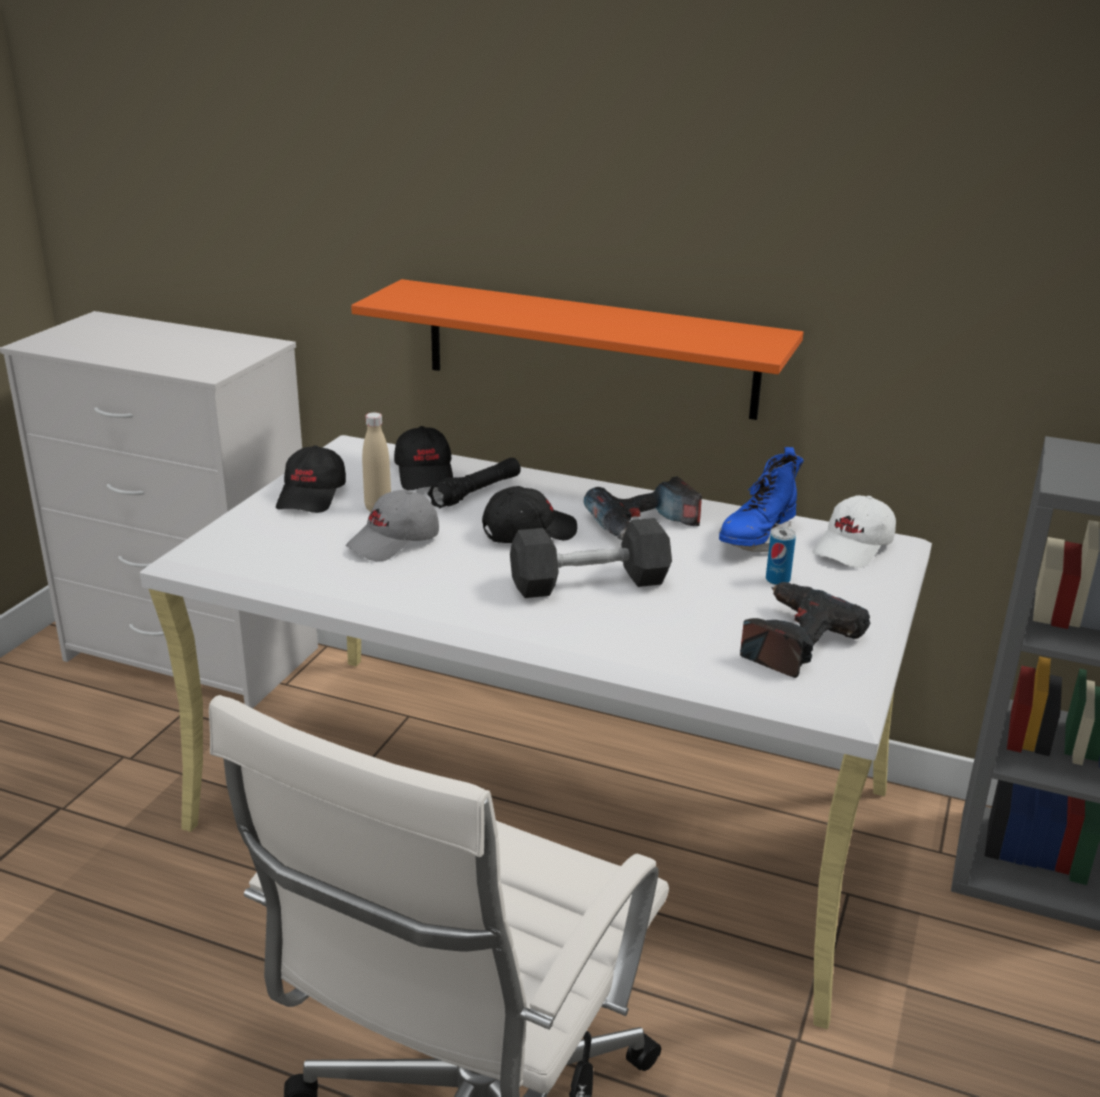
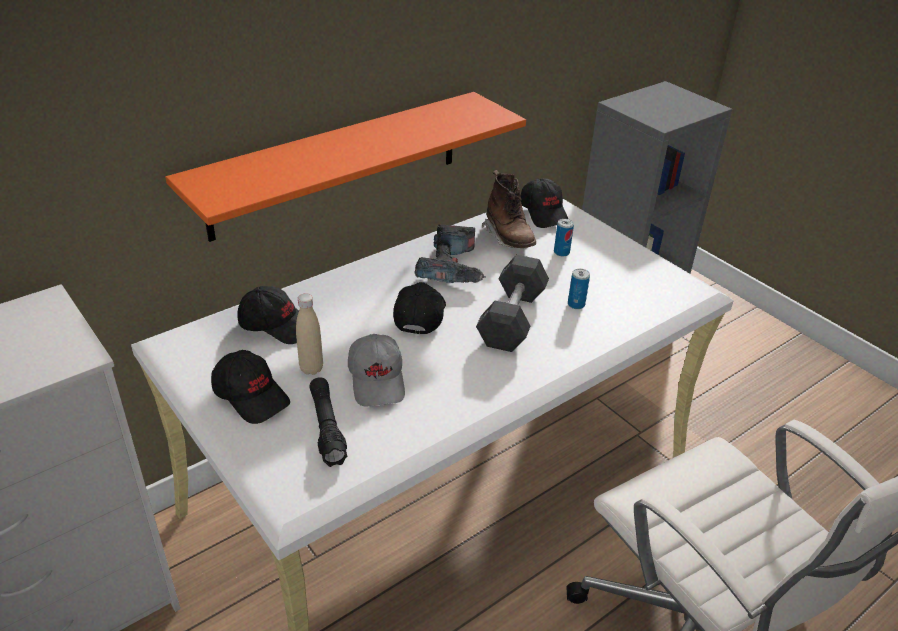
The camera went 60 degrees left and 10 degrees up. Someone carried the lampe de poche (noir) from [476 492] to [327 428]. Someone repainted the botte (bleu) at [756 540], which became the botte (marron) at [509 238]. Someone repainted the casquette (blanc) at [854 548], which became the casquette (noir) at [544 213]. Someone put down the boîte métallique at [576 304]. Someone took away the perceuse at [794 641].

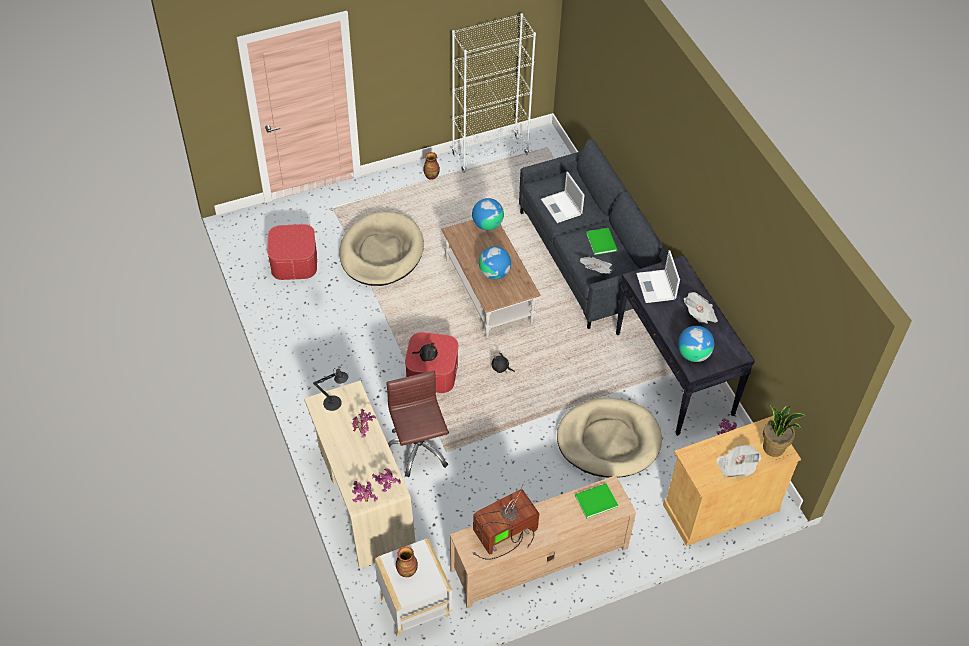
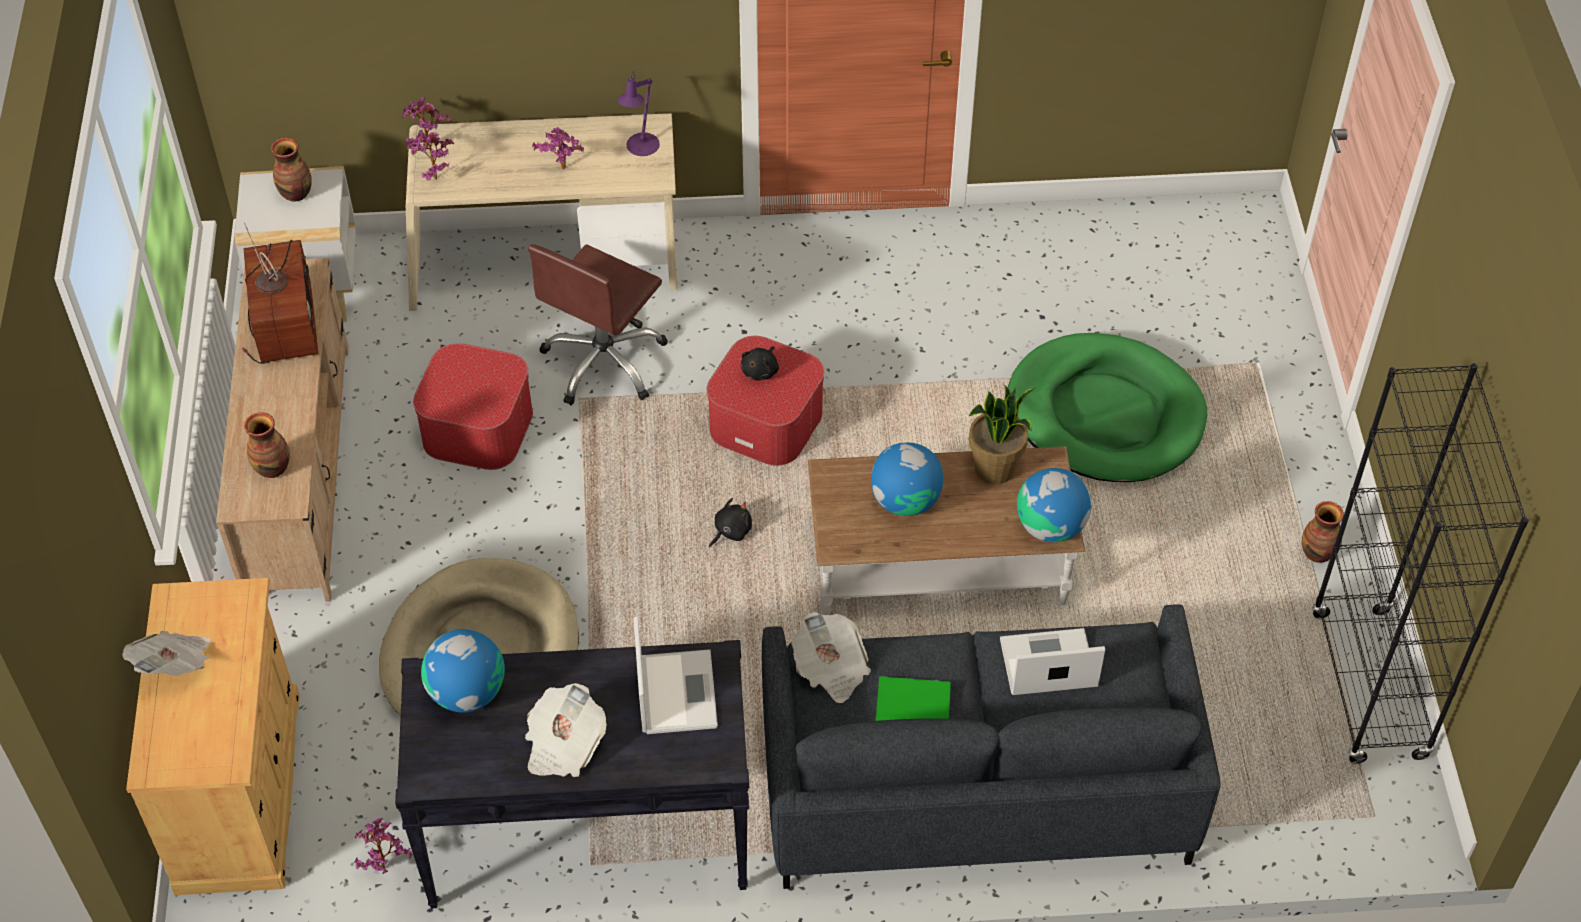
The camera went 110 degrees right and 0 degrees up. Someone swapped the livre (vert) at [594 501] for the vase at [273 468]. Someone carried the pouf from [294 262] to [477 427]. Someone rotated the chaise de bureau (marron) at [418 448] by 120 degrees clockwise. Someone repainted the lampe de table (noir) at [335 403], which became the lampe de table (violet) at [641 148]. Someone rotated the ordinateur portable at [656 287] by 75 degrees clockwise. Someone carried the plante en pot from [773 447] to [995 469]. Someone repainted the panier pour chien (beige) at [381 252], which became the panier pour chien (vert) at [1105 414]. Someone repainted the bibliothèque (blanc) at [490 154], which became the bibliothèque (noir) at [1368 686].

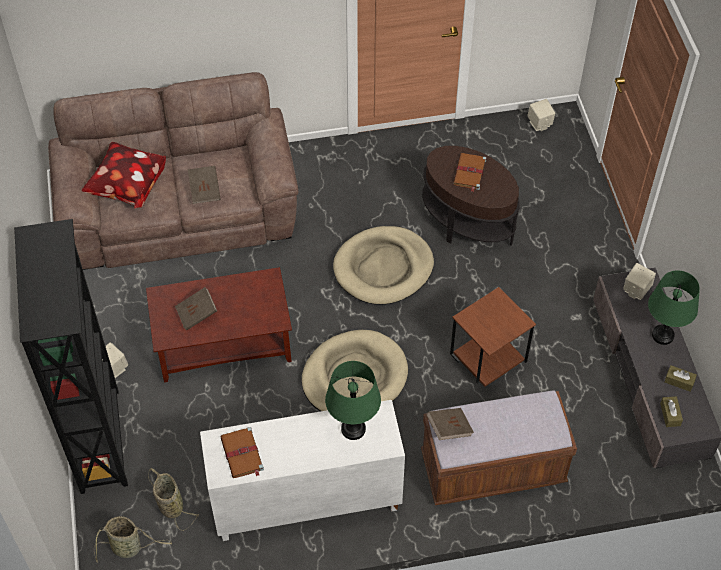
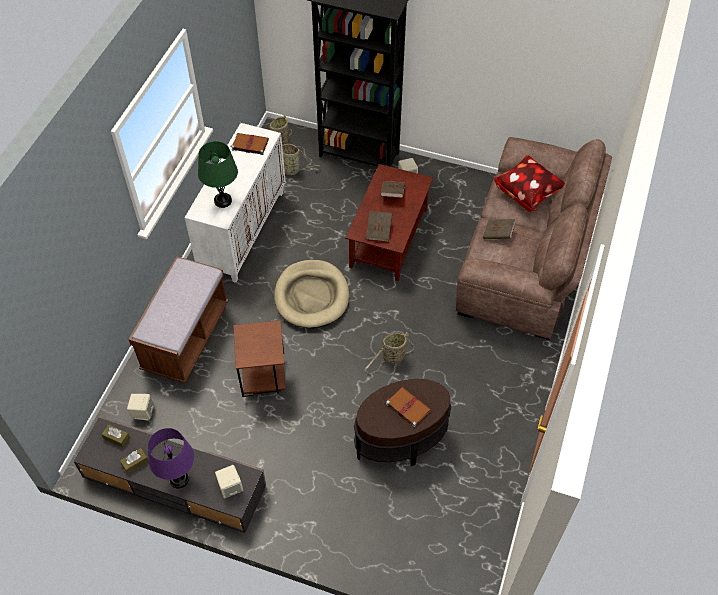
The camera went 120 degrees right and 0 degrees up. Someone carried the enceinte (beige) from [539 124] to [143 412]. Someone repainted the lampe de table (vert) at [662 335], which became the lampe de table (violet) at [179 479]. Someone swapped the panier pour chien (beige) at [383 268] for the panier at [392 358]. Someone carried the livre (marron) from [449 428] to [379 231].

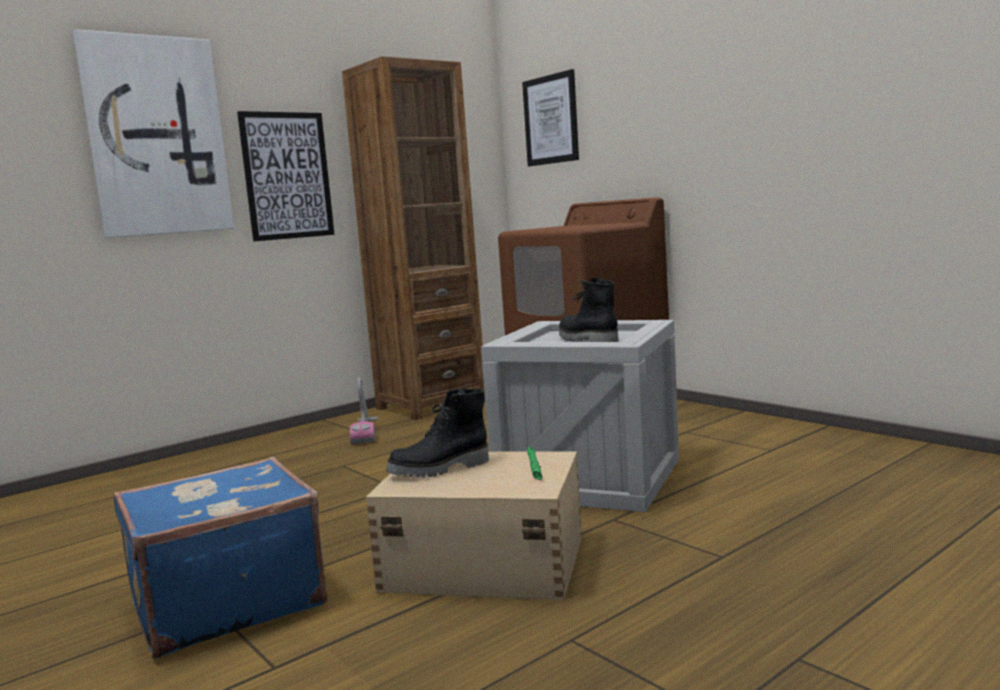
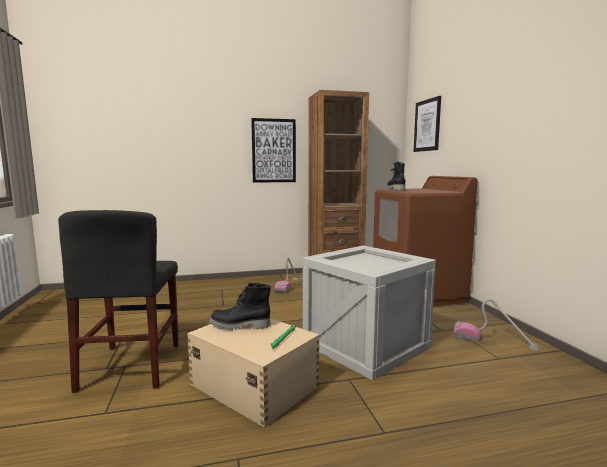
The camera went 25 degrees right and 0 degrees up. Someone swapped the valise (bleu) at [225 602] for the chaise (noir) at [132 366]. Someone carried the botte (noir) from [586 340] to [395 189]. Someone put down the aspirateur at [494 341]. Someone took away the tableau at [157 136].

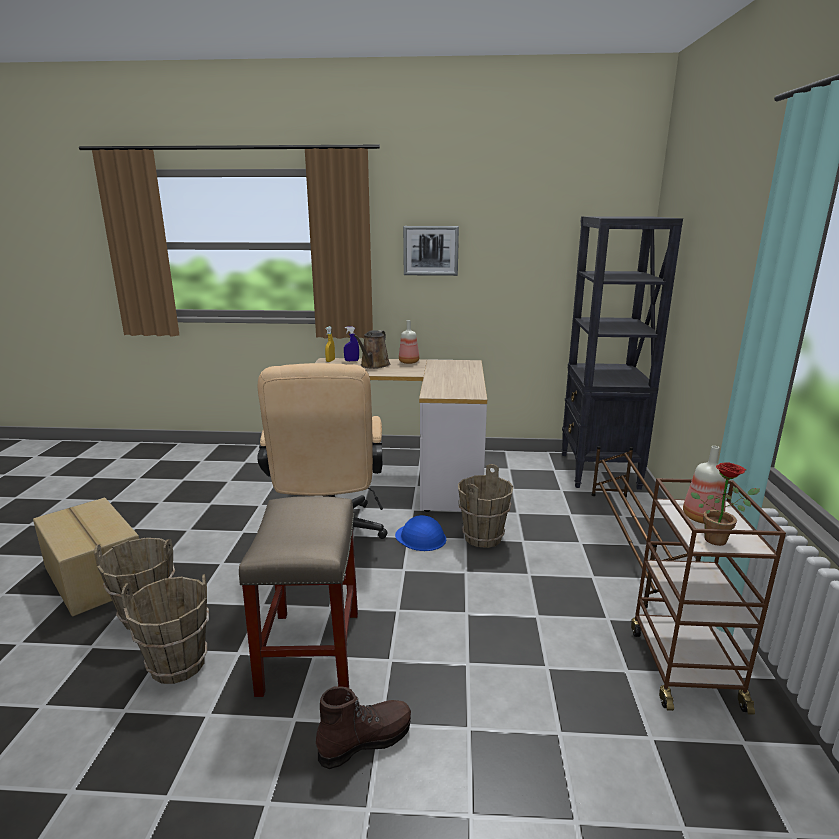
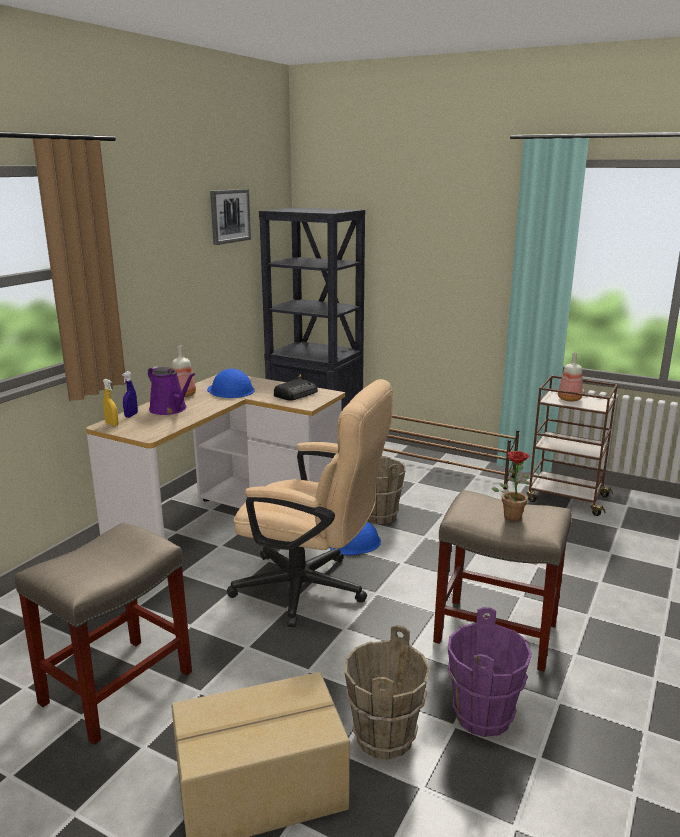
The camera went 65 degrees left and 0 degrees up. Someone put down the tabouret (beige) at [118 686]. Someone repainted the arrosoir (marron) at [373 365], which became the arrosoir (violet) at [170 409]. Someone put down the casque de chantier (bleu) at [231 390]. Someone carried the tableau from [430 250] to [229 216]. Someone put down the radio at [296 394]. Someone repainted the seau (marron) at [178 665], which became the seau (violet) at [483 716]. Someone carried the plante en pot from [718 539] to [511 515]. Someone took away the botte (marron) at [365 740].

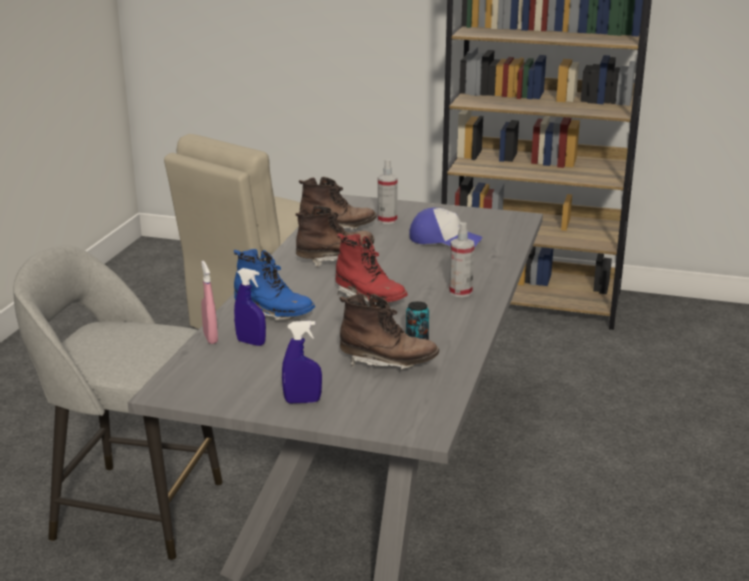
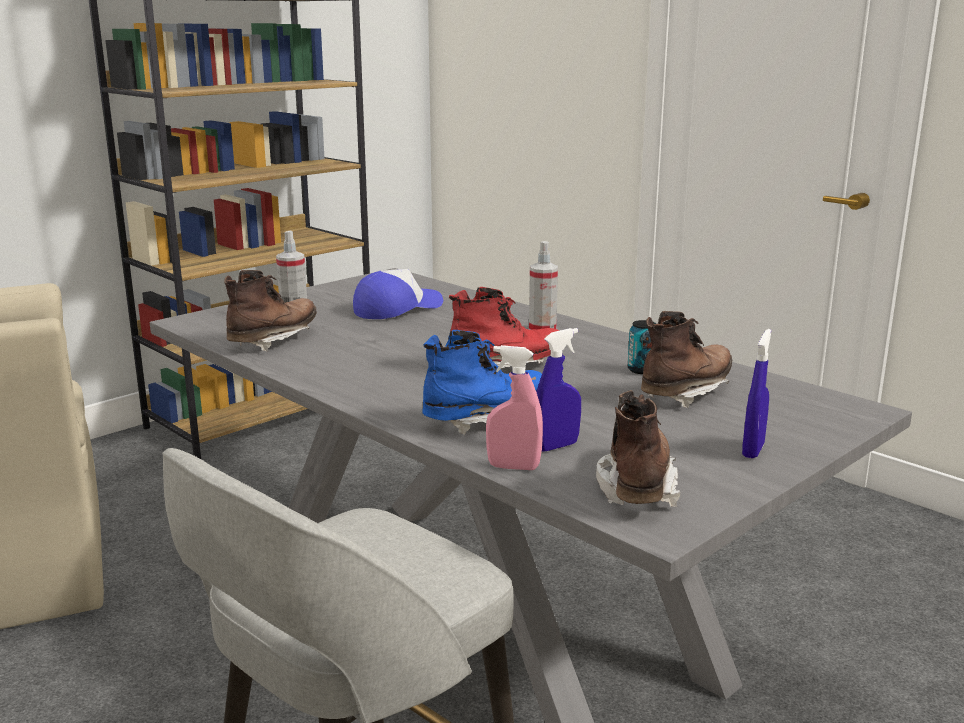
The camera went 60 degrees left and 5 degrees down. Someone carried the botte (marron) from [335 258] to [637 485].

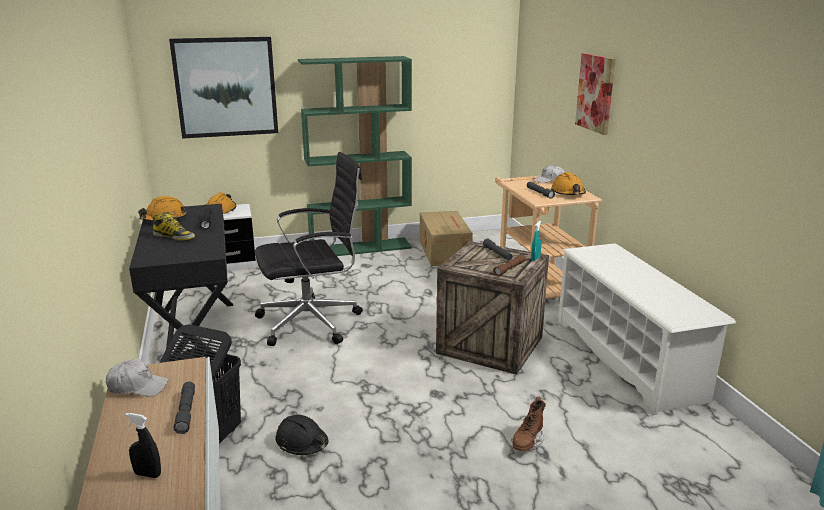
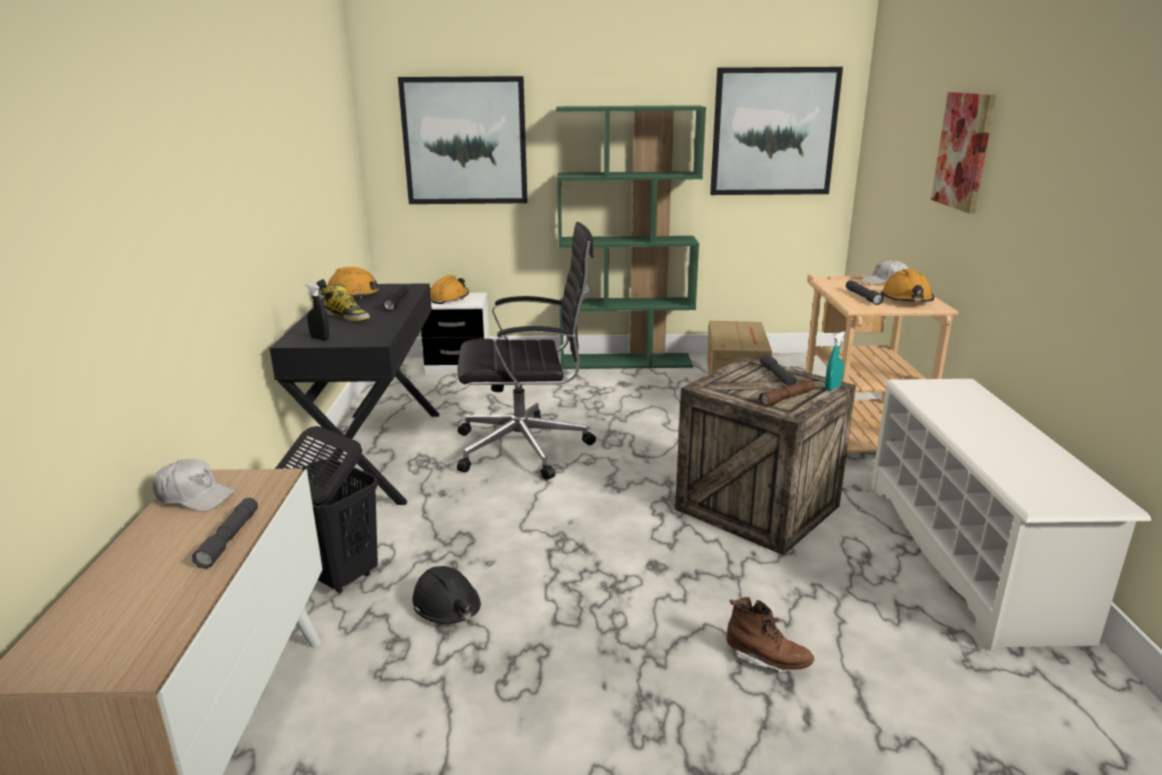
The camera went 15 degrees right and 0 degrees up. Someone carried the vaporisateur (noir) from [147 474] to [320 338]. Someone put up the tableau at [773 132]. Someone rotated the botte (marron) at [527 442] by 105 degrees counterclockwise.

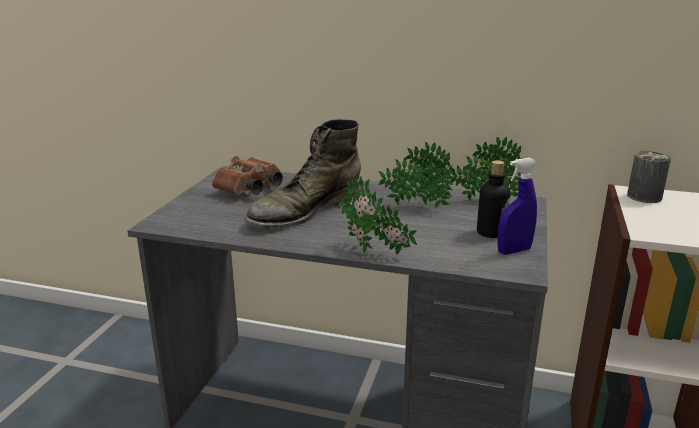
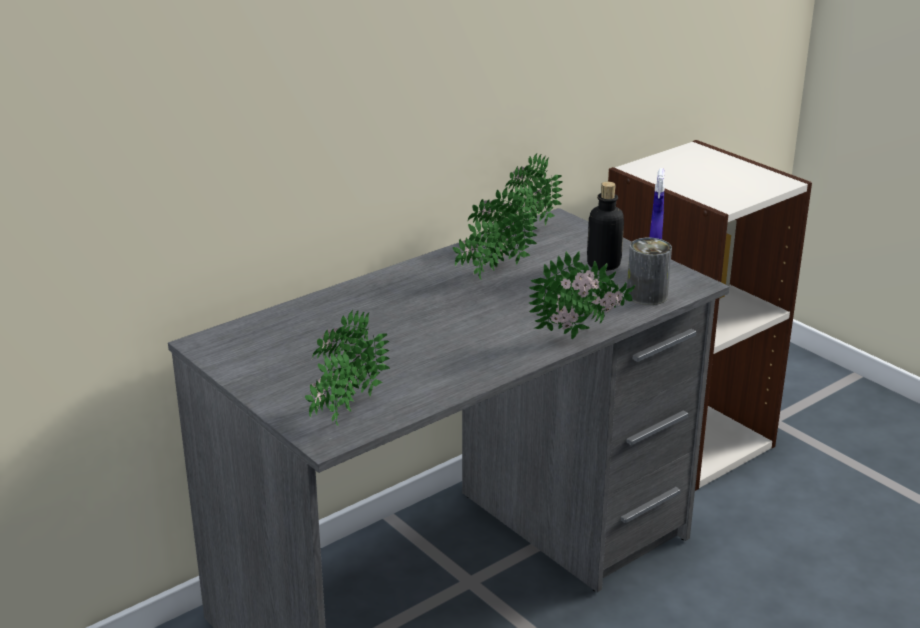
The camera went 55 degrees left and 5 degrees up. Someone put down the plante en pot at [344 412]. Someone carried the boîte métallique from [644 197] to [647 295]. Someone took away the jumelles (marron) at [249 190]. Someone took away the botte (vert) at [305 210].

